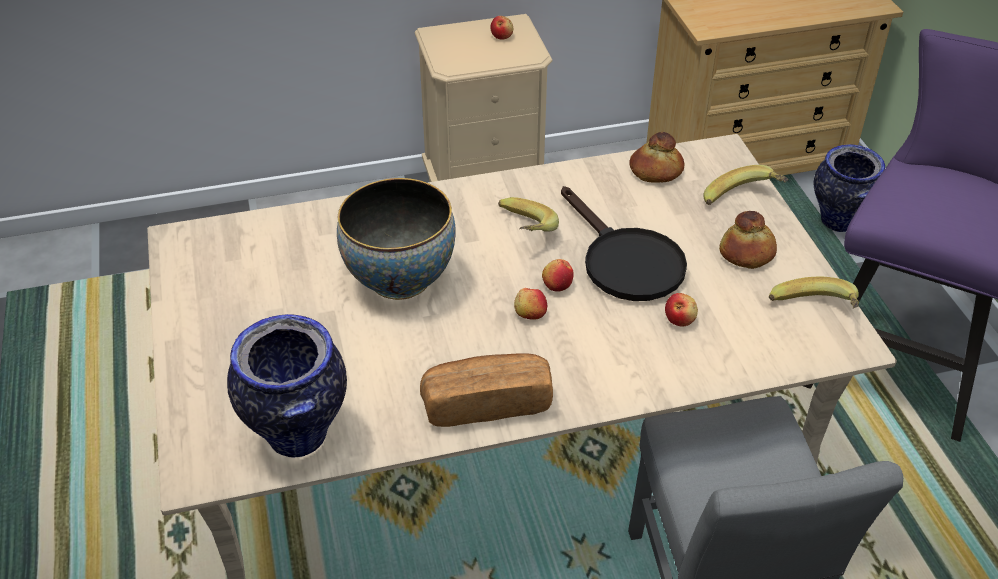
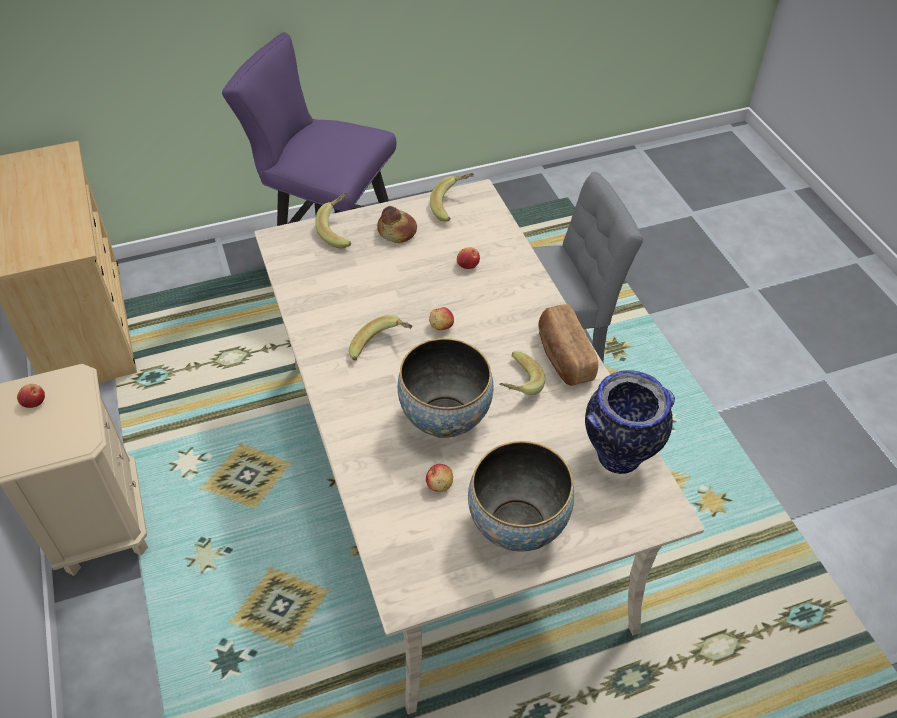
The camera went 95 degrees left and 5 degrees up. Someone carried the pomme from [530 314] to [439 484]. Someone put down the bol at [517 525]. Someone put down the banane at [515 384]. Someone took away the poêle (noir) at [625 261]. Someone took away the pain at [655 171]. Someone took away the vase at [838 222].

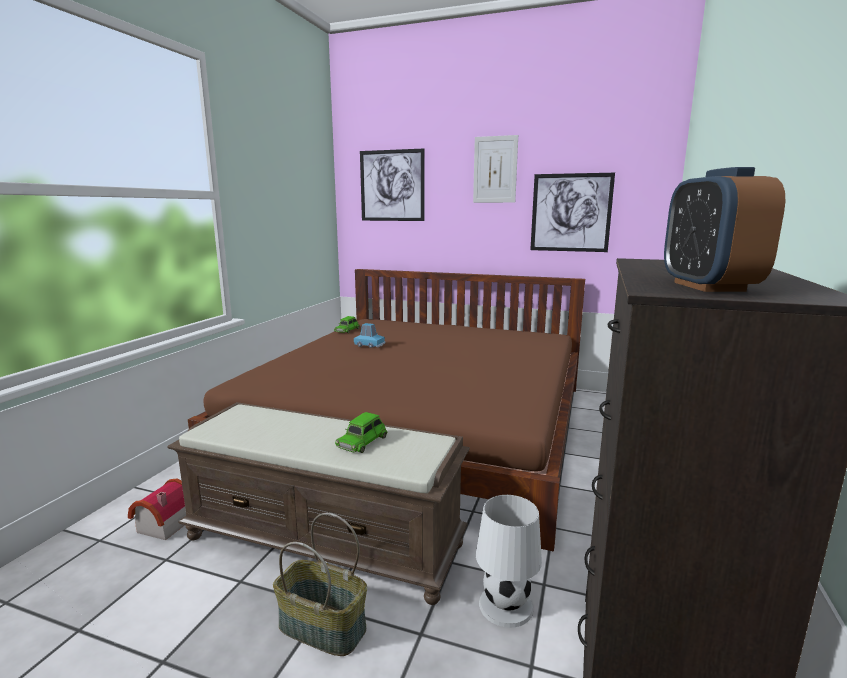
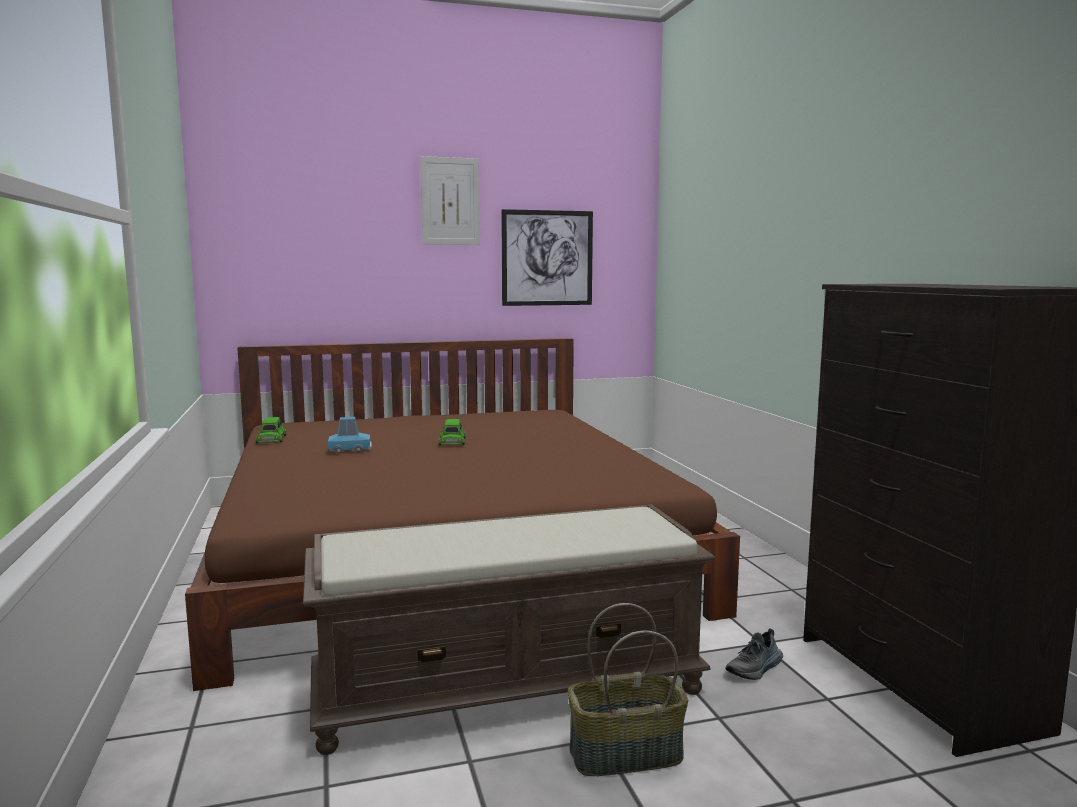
The camera went 35 degrees left and 5 degrees down. Someone carried the petite voiture (vert) from [362 441] to [452 441]. Someone swapped the lampe de table (blanc) at [506 606] for the chaussure at [755 669]. Someone took away the maison miniature at [161 526]. Someone took away the tableau at [392 186]. Someone took away the réveil at [708 286].

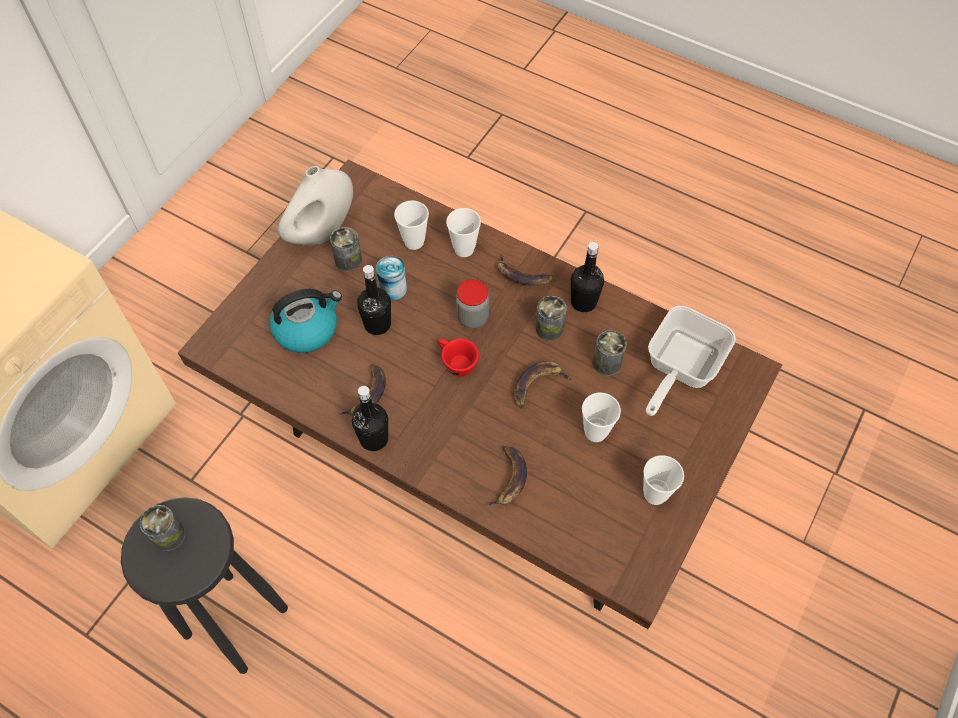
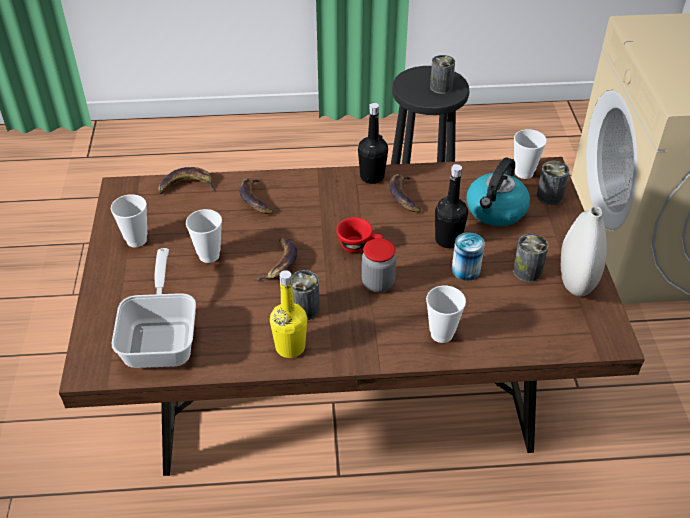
The camera went 145 degrees right and 15 degrees down. Someone carried the banane from [521 276] to [187 185]. Someone repainted the bouteille (noir) at [583 302], which became the bouteille (jaune) at [290 347]. Someone carried the tasse from [414 242] to [523 173]. Someone carried the boîte métallique from [606 363] to [549 196].

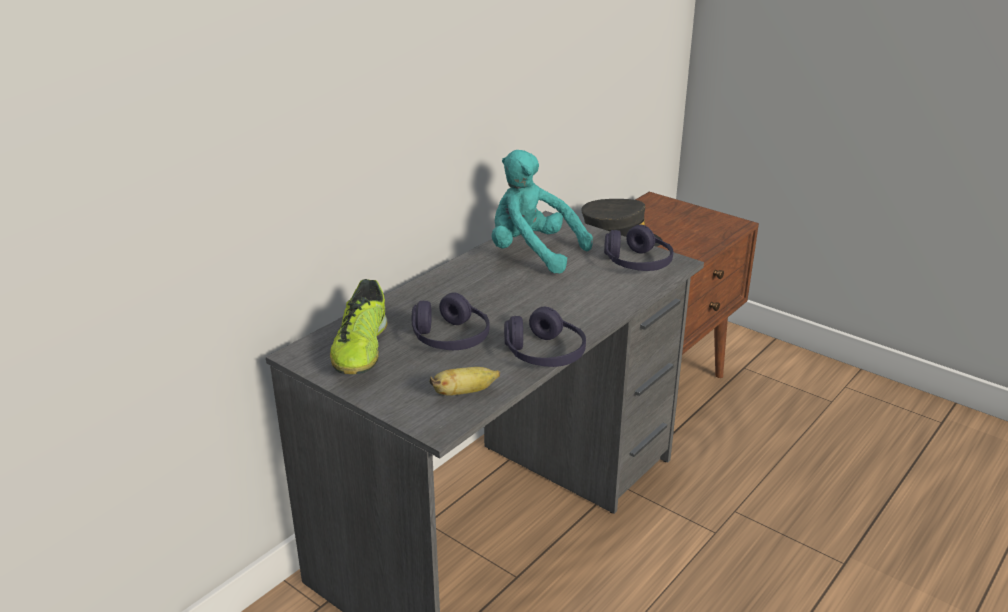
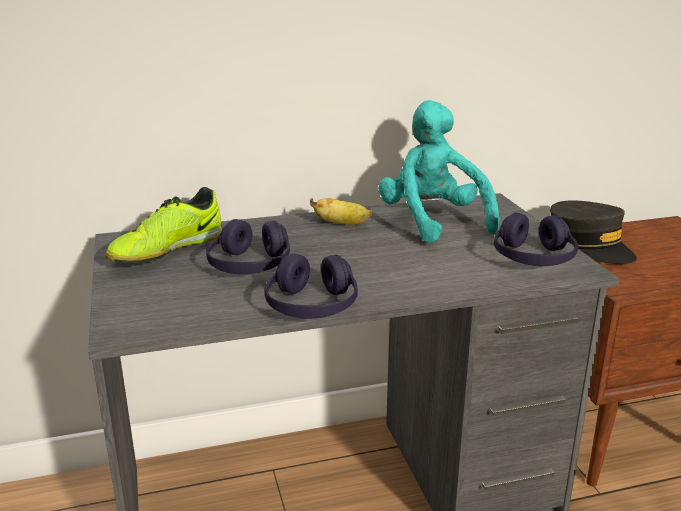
The camera went 35 degrees right and 5 degrees down. Someone carried the banane from [464 393] to [342 224].

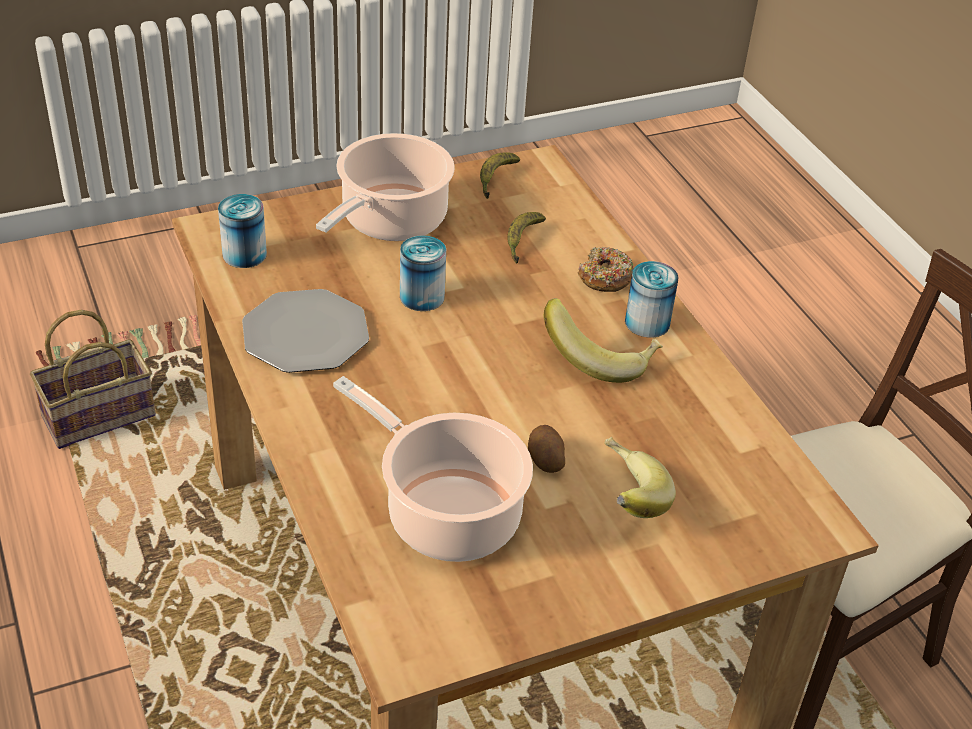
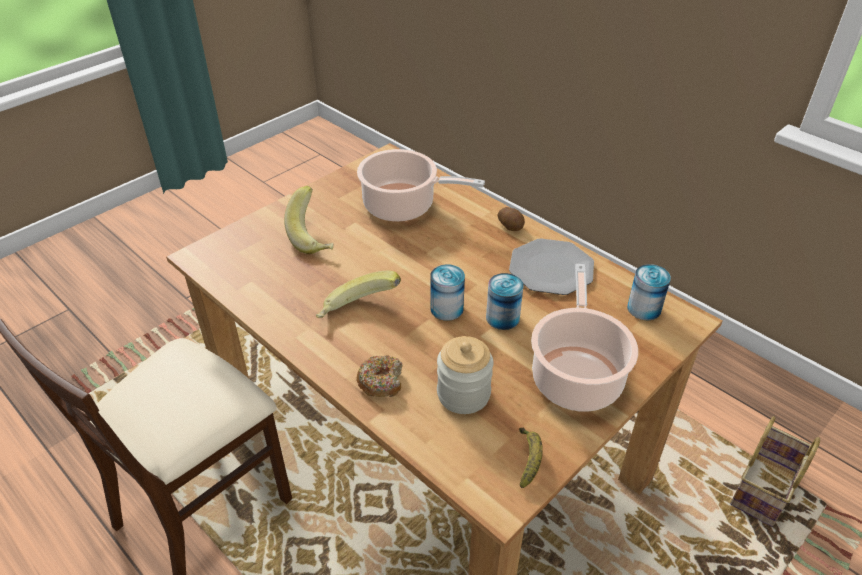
The camera went 160 degrees right and 0 degrees up. Someone carried the boîte métallique from [647 322] to [446 309]. Someone swapped the banane at [522 241] for the bocal at [463 394]. Someone carried the pomme de terre from [545 460] to [511 226].

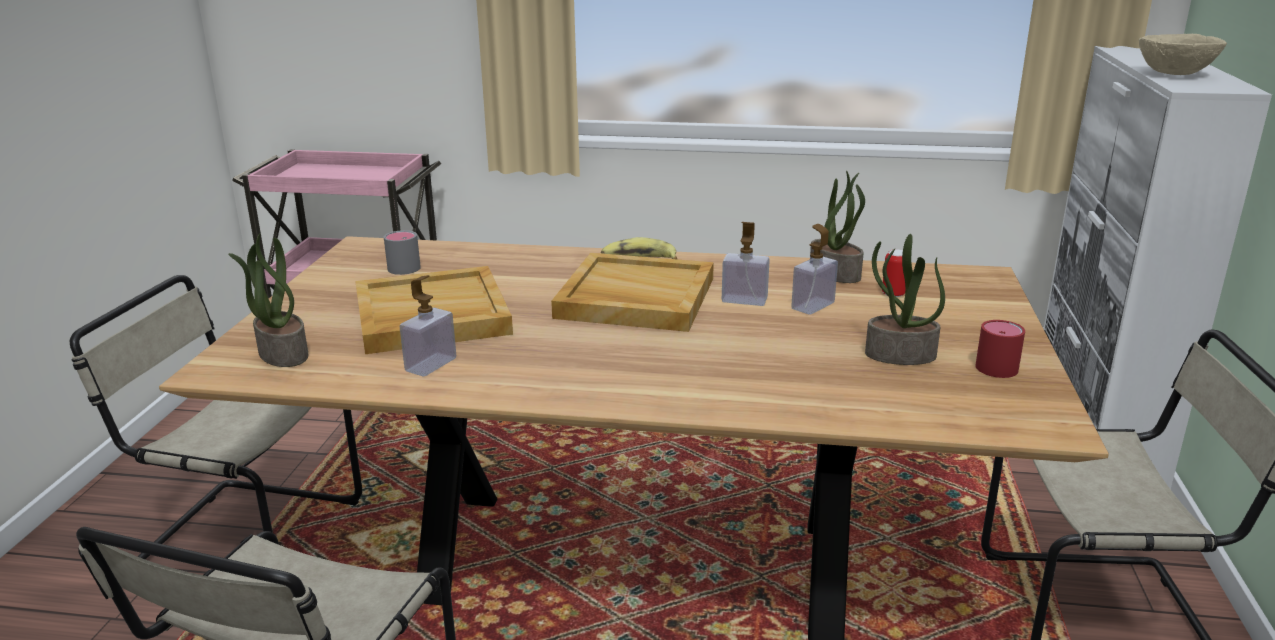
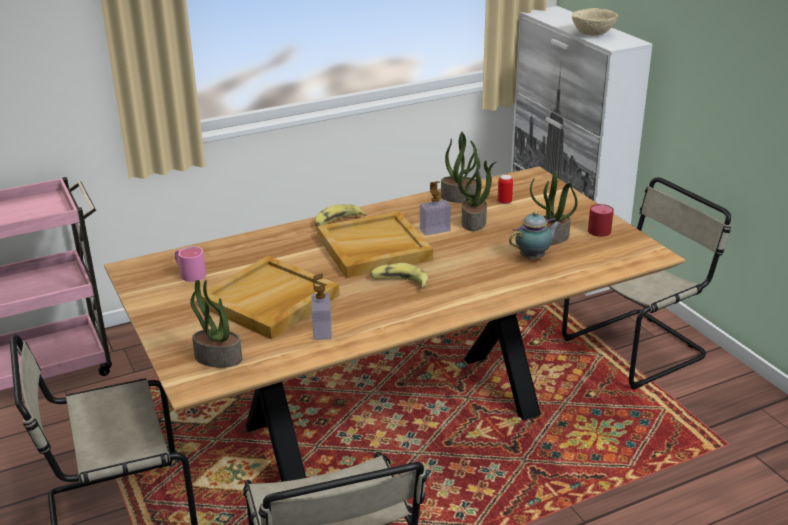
The camera went 35 degrees left and 5 degrees up. Someone repainted the mug (gris) at [403 265], which became the mug (rose) at [189 273]. Someone put down the banane at [399 282]. Someone swapped the distributeur de savon at [813 306] for the plante en pot at [474 222]. Someone put down the théière at [534 257].

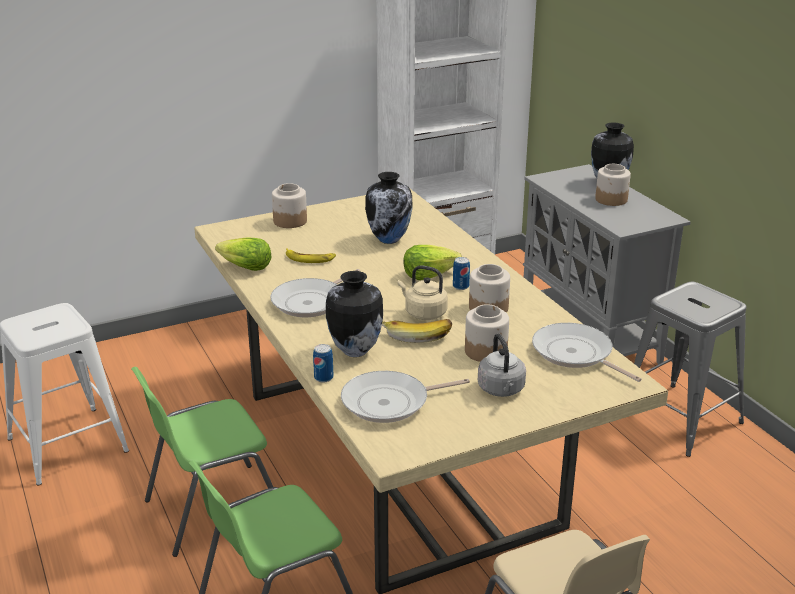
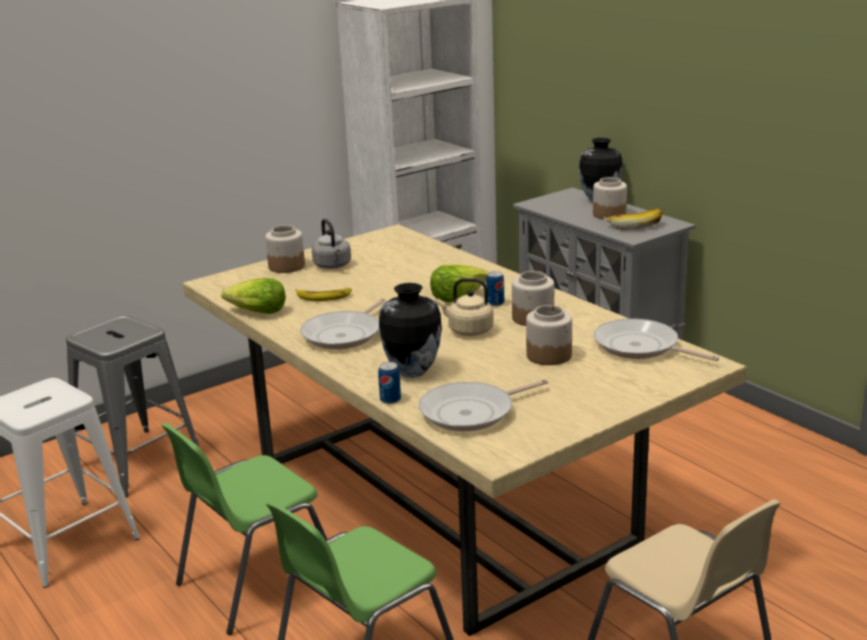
The camera went 10 degrees left and 5 degrees down. Someone carried the tabouret (gris) from [679 419] to [136 462]. Someone carried the bouilloire (gris) from [501 390] to [333 266]. Someone carried the banane from [417 335] to [634 225]. Someone took away the vase at [389 239].

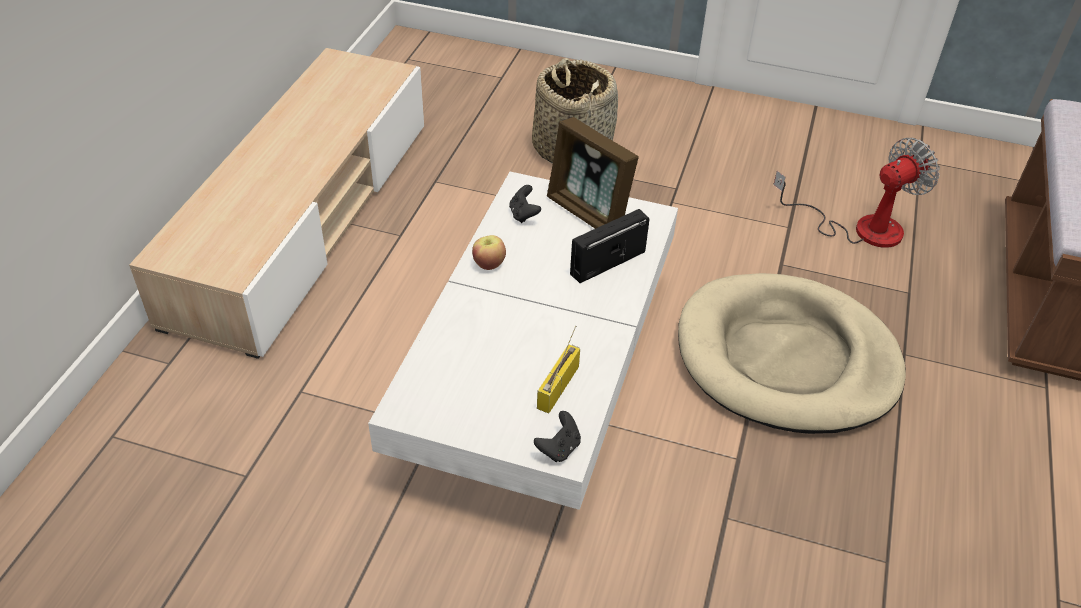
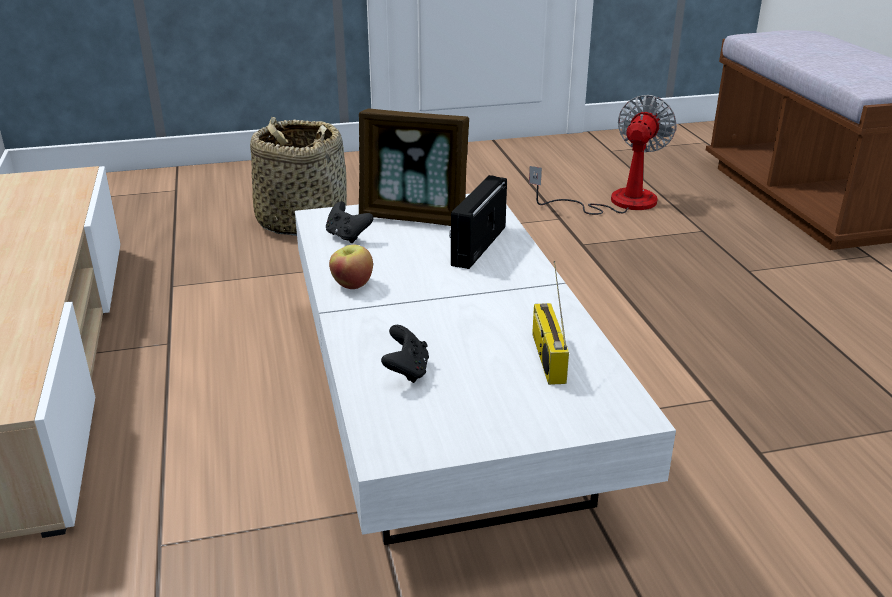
The camera went 30 degrees left and 15 degrees down. Someone carried the manette (noir) from [559 448] to [406 371]. Someone took away the panier pour chien (beige) at [786 359].

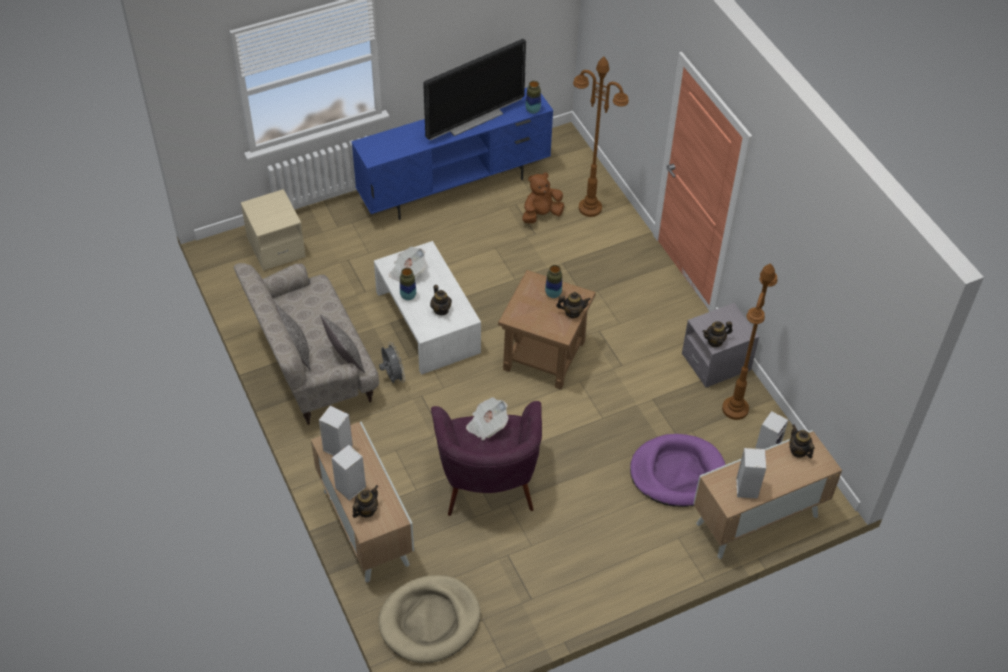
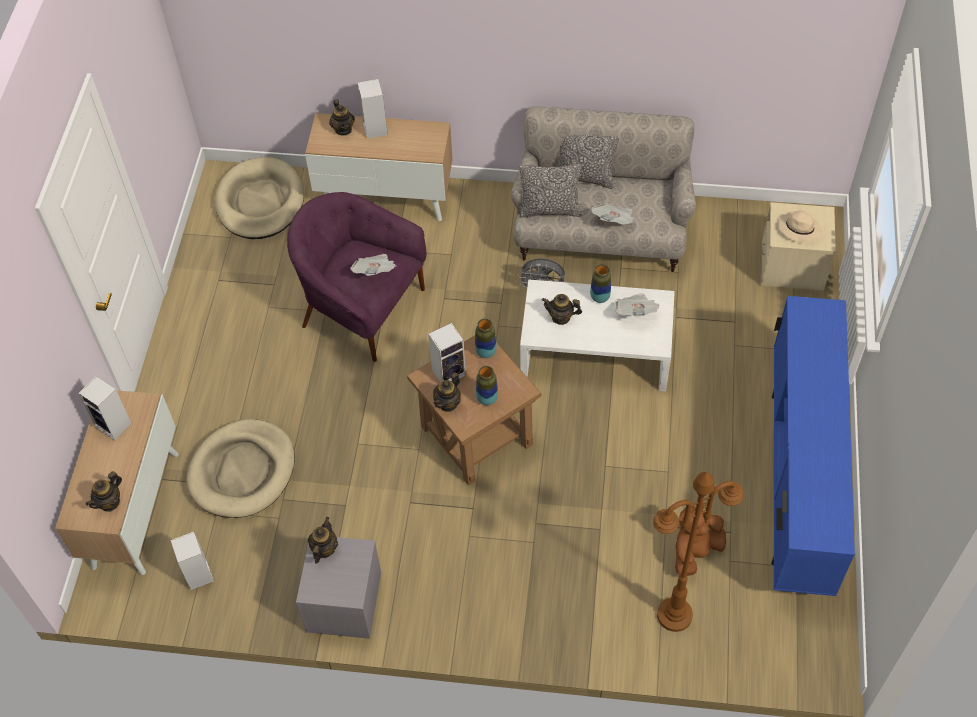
The camera went 125 degrees right and 5 degrees up. Someone rotated the théière at [798 451] by 120 degrees clockwise. Someone repainted the panier pour chien (violet) at [677 473], which became the panier pour chien (beige) at [242 471]. Someone carried the enceinte from [336 448] to [449 371]. Someone carried the vase from [533 110] to [486 352]. Someone put down the journal at [614 221]. Someone rotated the peluche (marron) at [541 214] by 135 degrees counterclockwise. Someone put down the chapeau (beige) at [798 229]. Someone took away the téléviseur at [473 119]. Someone took away the lampadaire (marron) at [735 409].

